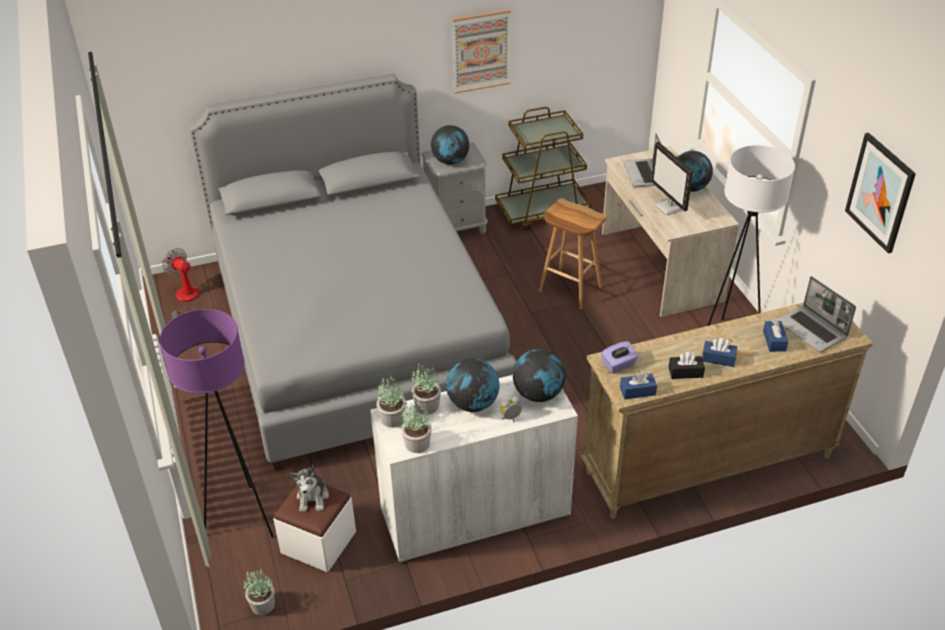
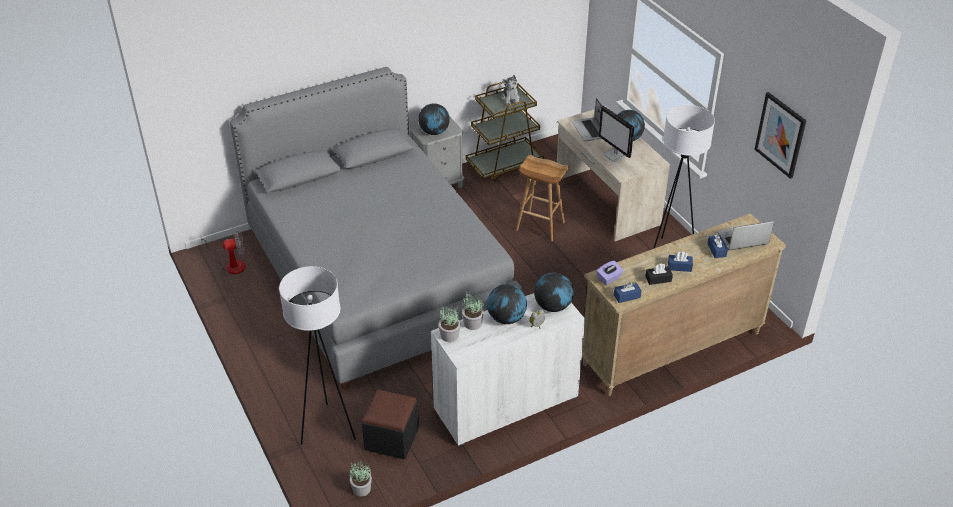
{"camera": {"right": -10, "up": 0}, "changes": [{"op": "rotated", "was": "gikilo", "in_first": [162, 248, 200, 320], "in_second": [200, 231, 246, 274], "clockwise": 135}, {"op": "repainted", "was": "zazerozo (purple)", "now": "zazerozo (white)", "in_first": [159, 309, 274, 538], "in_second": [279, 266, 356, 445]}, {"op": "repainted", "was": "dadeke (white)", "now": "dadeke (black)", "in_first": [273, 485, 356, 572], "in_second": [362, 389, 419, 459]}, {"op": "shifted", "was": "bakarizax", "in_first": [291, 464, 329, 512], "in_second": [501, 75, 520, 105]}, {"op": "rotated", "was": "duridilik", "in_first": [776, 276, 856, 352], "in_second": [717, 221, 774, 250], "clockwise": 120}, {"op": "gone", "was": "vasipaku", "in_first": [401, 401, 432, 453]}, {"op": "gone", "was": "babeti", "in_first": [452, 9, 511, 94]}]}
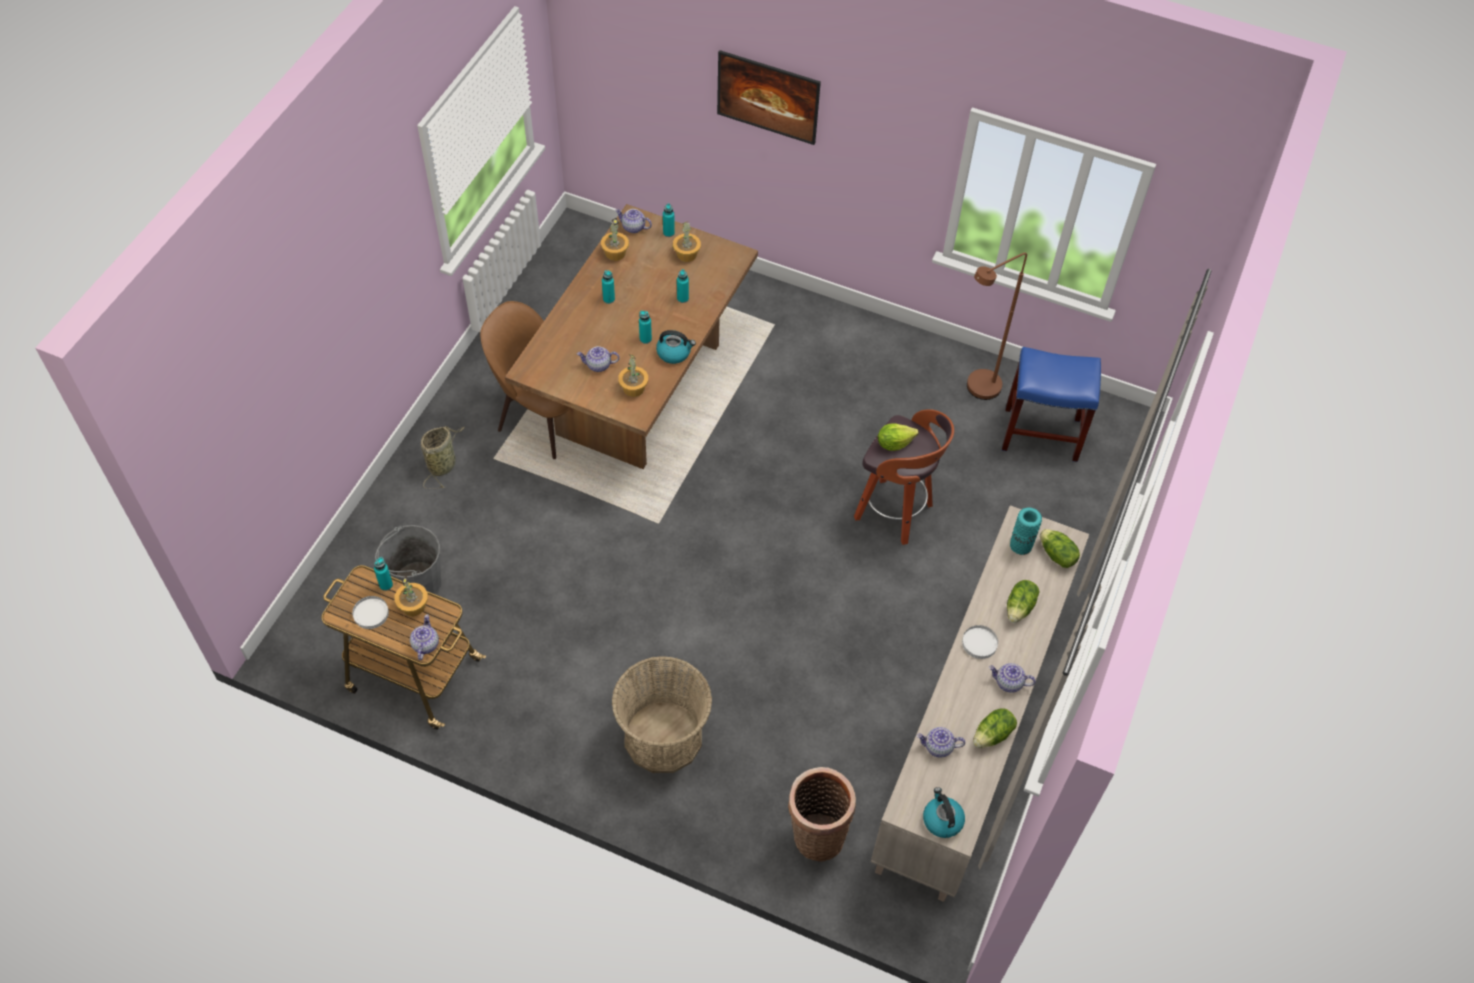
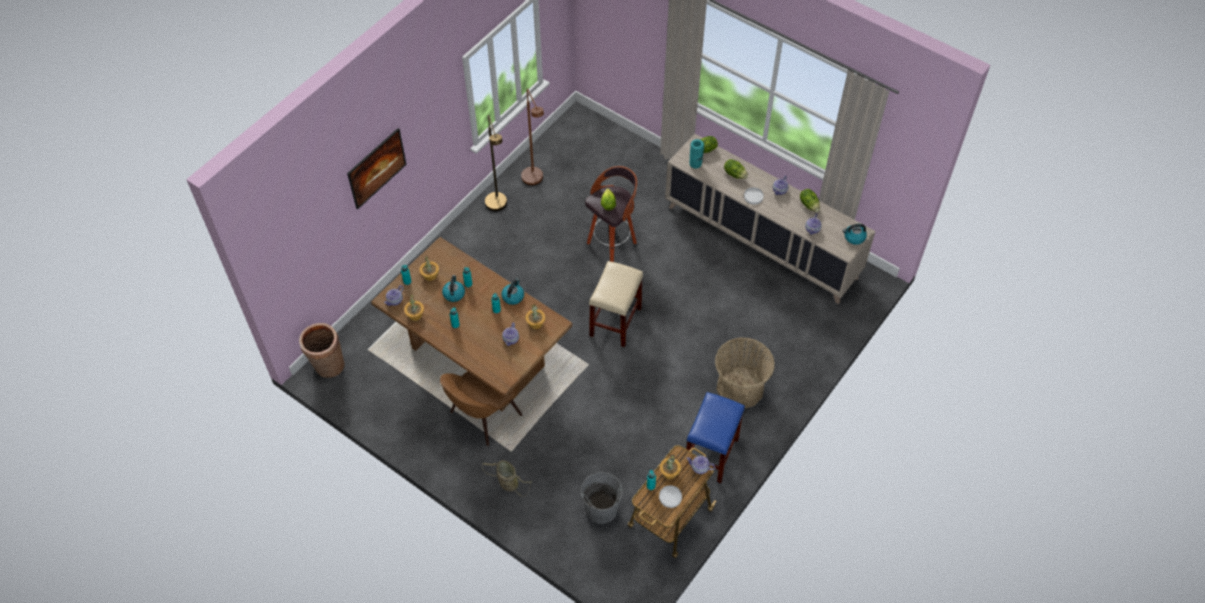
{"camera": {"right": -75, "up": 0}, "changes": [{"op": "shifted", "was": "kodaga", "in_first": [788, 767, 856, 861], "in_second": [299, 323, 345, 378]}, {"op": "new", "now": "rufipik", "in_second": [442, 275, 465, 302]}, {"op": "new", "now": "zazerozo (brown)", "in_second": [485, 115, 507, 211]}, {"op": "new", "now": "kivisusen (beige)", "in_second": [589, 261, 643, 347]}, {"op": "shifted", "was": "kivisusen (blue)", "in_first": [1002, 347, 1101, 462], "in_second": [684, 392, 745, 483]}]}
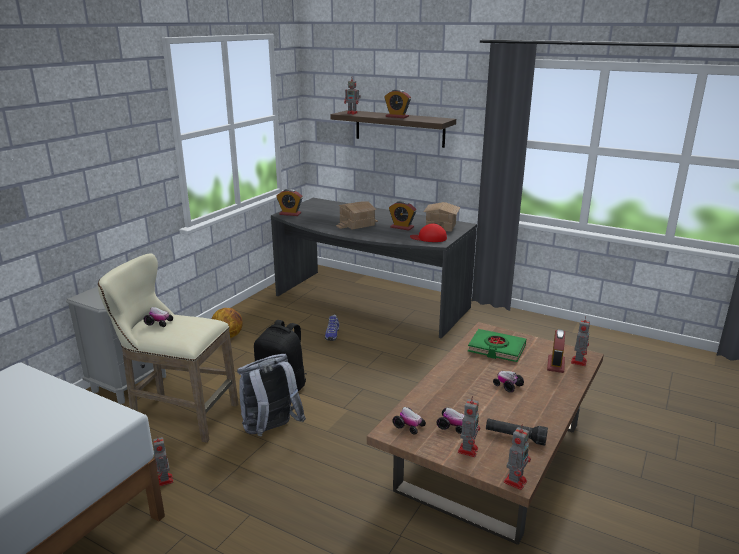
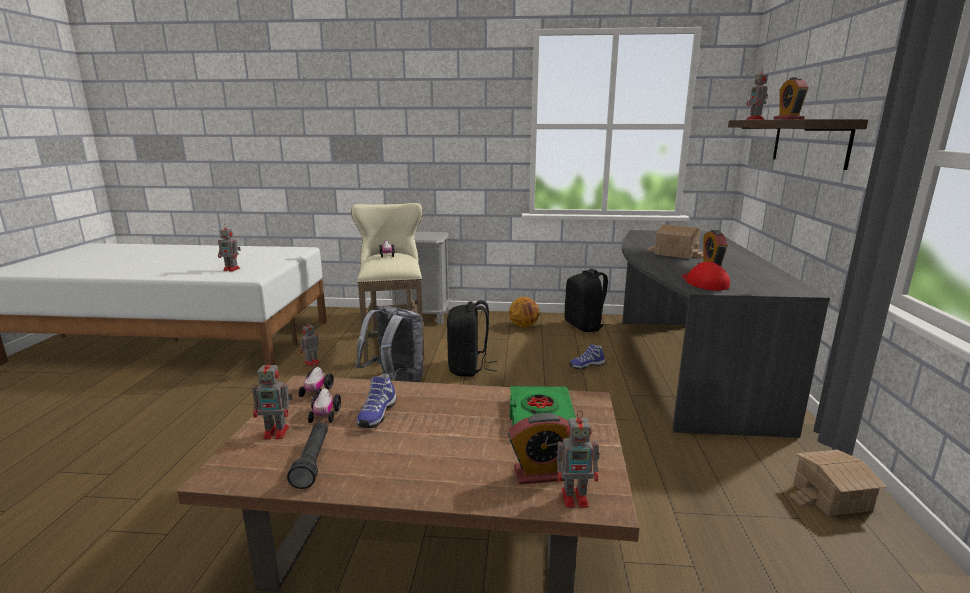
{"camera": {"right": 65, "up": -5}, "changes": [{"op": "shifted", "was": "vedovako", "in_first": [503, 424, 531, 490], "in_second": [218, 224, 241, 271]}, {"op": "new", "now": "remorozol", "in_second": [357, 374, 397, 428]}, {"op": "new", "now": "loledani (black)", "in_second": [565, 269, 610, 332]}, {"op": "shifted", "was": "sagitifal", "in_first": [423, 202, 461, 232], "in_second": [789, 450, 887, 516]}, {"op": "gone", "was": "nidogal", "in_first": [276, 189, 303, 216]}, {"op": "gone", "was": "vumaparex", "in_first": [493, 371, 524, 393]}]}
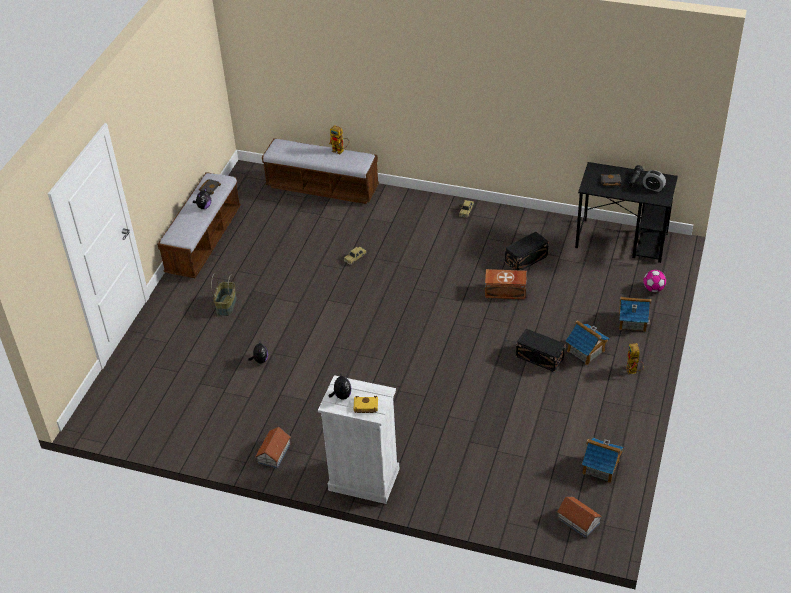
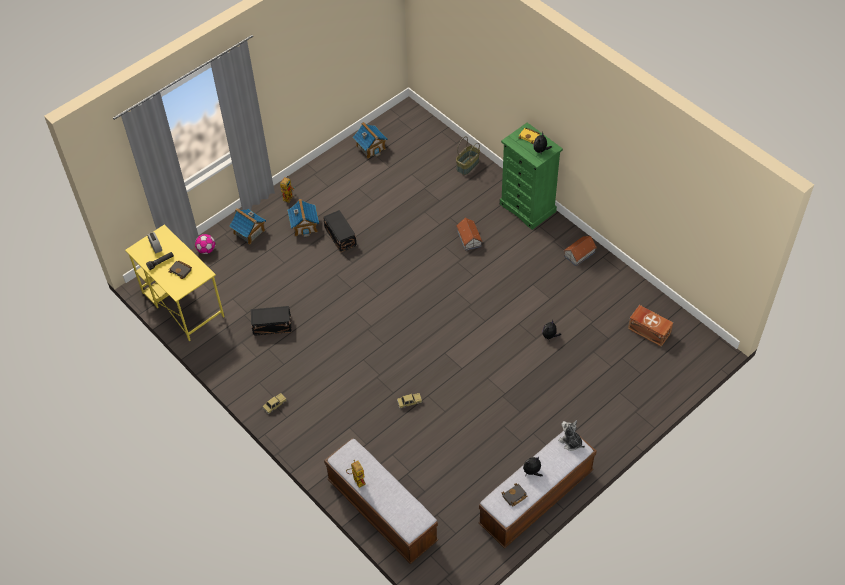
{"camera": {"right": -150, "up": 10}, "changes": [{"op": "repainted", "was": "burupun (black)", "now": "burupun (yellow)", "in_first": [575, 162, 678, 263], "in_second": [125, 225, 225, 341]}, {"op": "shifted", "was": "kodaga", "in_first": [211, 273, 237, 316], "in_second": [456, 136, 480, 175]}, {"op": "shifted", "was": "sagitifal", "in_first": [557, 496, 602, 538], "in_second": [456, 218, 483, 251]}, {"op": "repainted", "was": "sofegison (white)", "now": "sofegison (green)", "in_first": [318, 375, 399, 504], "in_second": [500, 123, 563, 230]}, {"op": "new", "now": "bakarizax", "in_second": [558, 420, 585, 451]}, {"op": "shifted", "was": "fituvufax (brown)", "in_first": [485, 269, 527, 299], "in_second": [628, 305, 673, 347]}]}
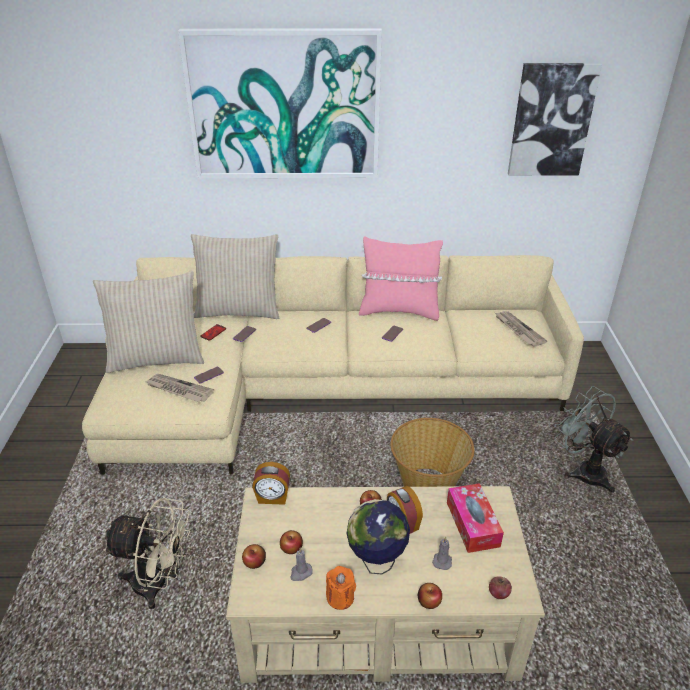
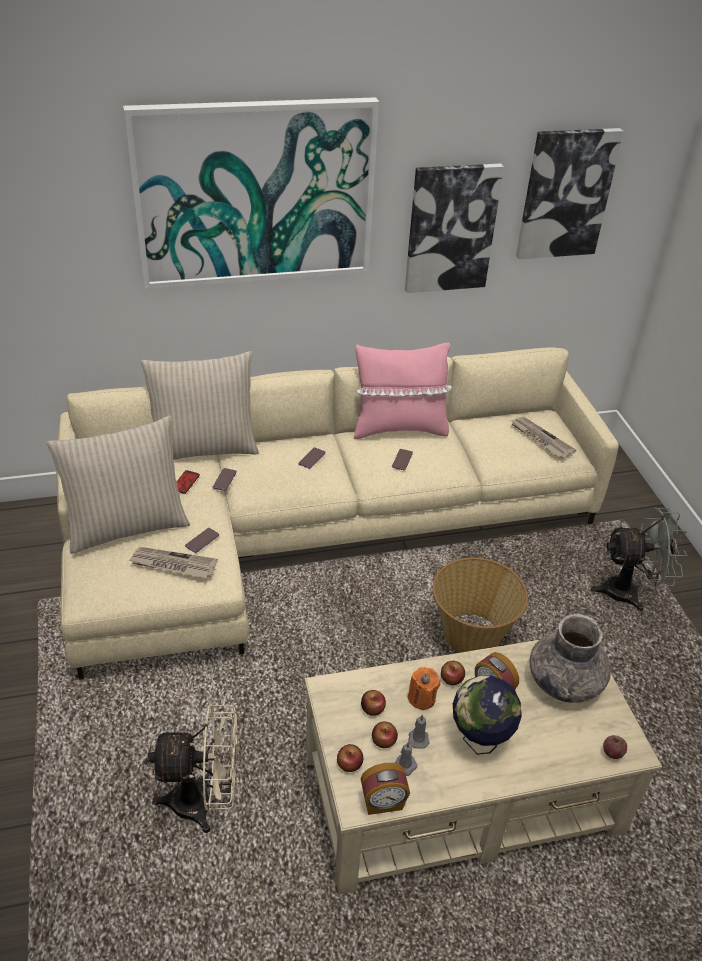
{"camera": {"right": -15, "up": 5}, "changes": [{"op": "shifted", "was": "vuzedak", "in_first": [418, 583, 442, 609], "in_second": [361, 690, 386, 716]}, {"op": "shifted", "was": "nidogal", "in_first": [252, 462, 290, 505], "in_second": [361, 763, 410, 815]}, {"op": "new", "now": "babeti", "in_second": [405, 163, 504, 293]}, {"op": "shifted", "was": "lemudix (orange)", "in_first": [326, 566, 356, 610], "in_second": [408, 667, 440, 710]}, {"op": "shifted", "was": "lemudix (grey)", "in_first": [432, 537, 452, 570], "in_second": [408, 714, 430, 749]}, {"op": "swapped", "was": "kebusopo", "now": "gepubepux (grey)", "in_first": [447, 483, 504, 553], "in_second": [530, 614, 611, 703]}, {"op": "rotated", "was": "gikilo (grey)", "in_first": [555, 386, 633, 493], "in_second": [591, 507, 688, 611], "clockwise": 135}]}
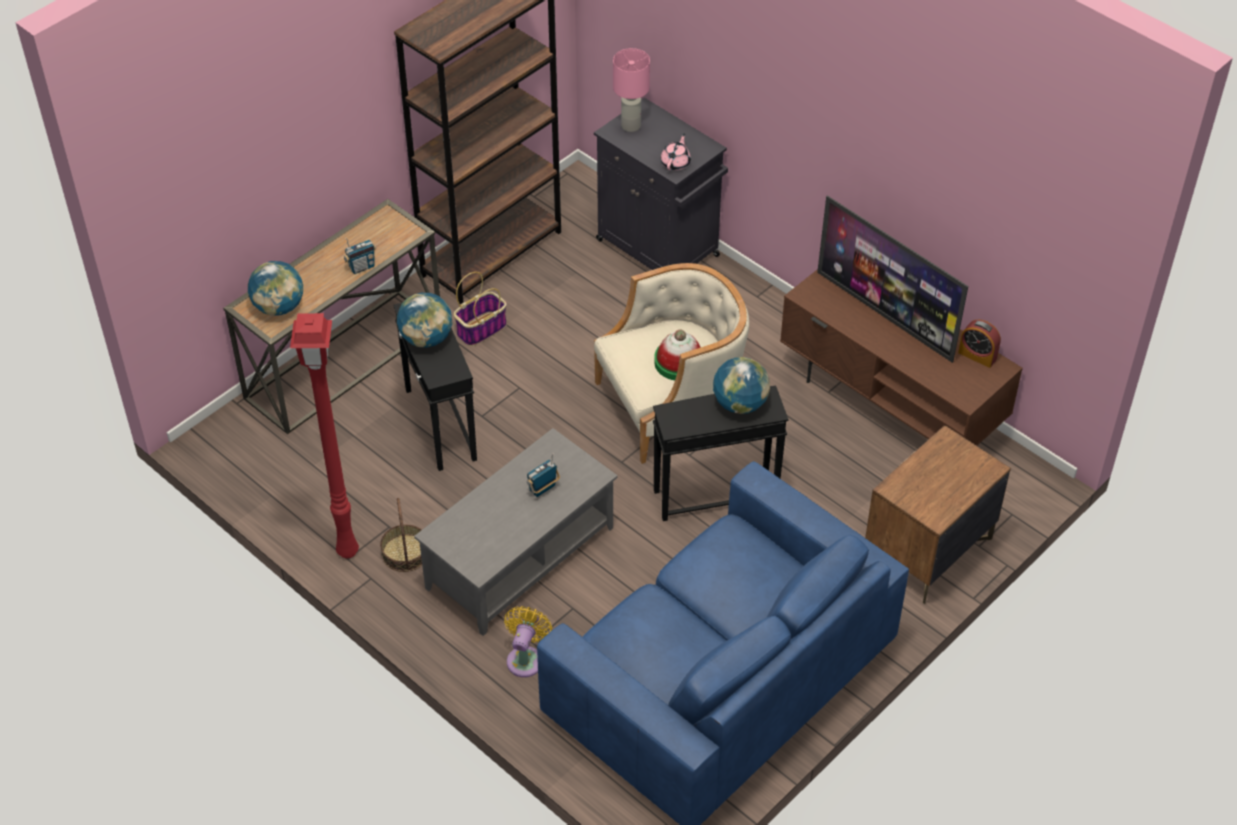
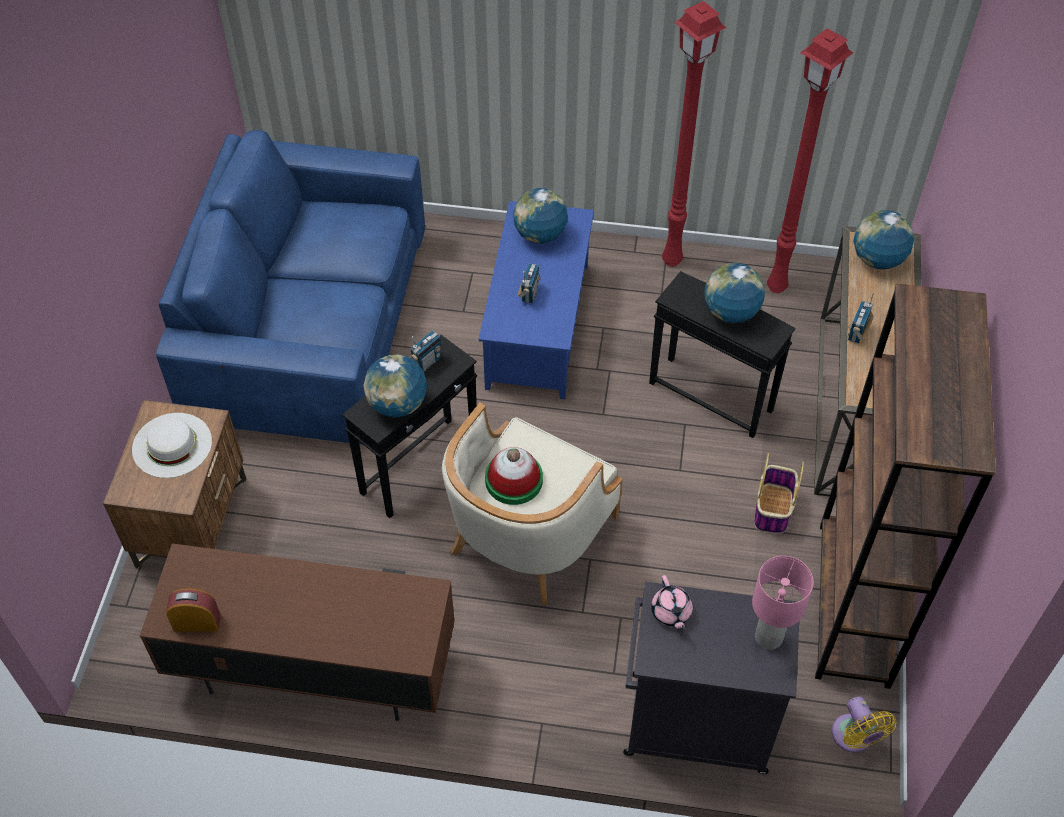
{"camera": {"right": 145, "up": 5}, "changes": [{"op": "new", "now": "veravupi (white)", "in_second": [132, 413, 212, 478]}, {"op": "new", "now": "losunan", "in_second": [409, 331, 441, 372]}, {"op": "repainted", "was": "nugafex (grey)", "now": "nugafex (blue)", "in_first": [414, 428, 618, 636], "in_second": [479, 201, 594, 399]}, {"op": "new", "now": "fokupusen", "in_second": [513, 188, 568, 244]}, {"op": "new", "now": "zazerozo (red)", "in_second": [767, 28, 854, 293]}, {"op": "shifted", "was": "gikilo (yellow)", "in_first": [504, 606, 552, 677], "in_second": [832, 696, 897, 753]}, {"op": "gone", "was": "kodaga", "in_first": [380, 498, 422, 572]}, {"op": "gone", "was": "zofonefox", "in_first": [817, 195, 968, 363]}]}
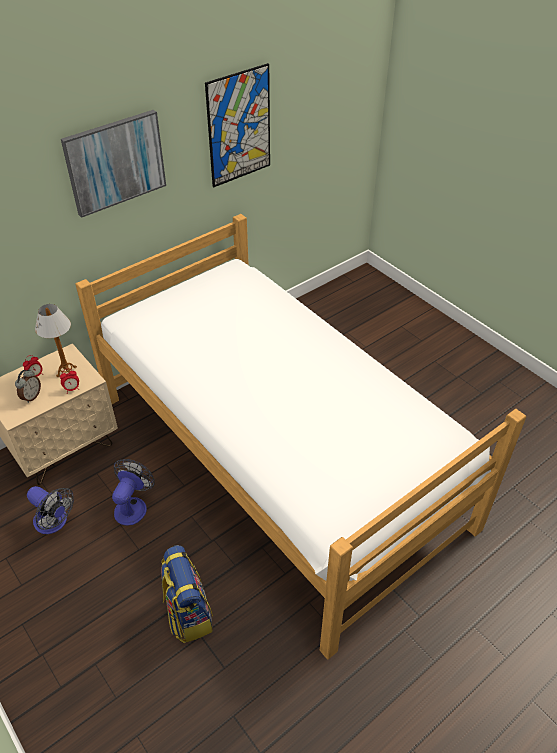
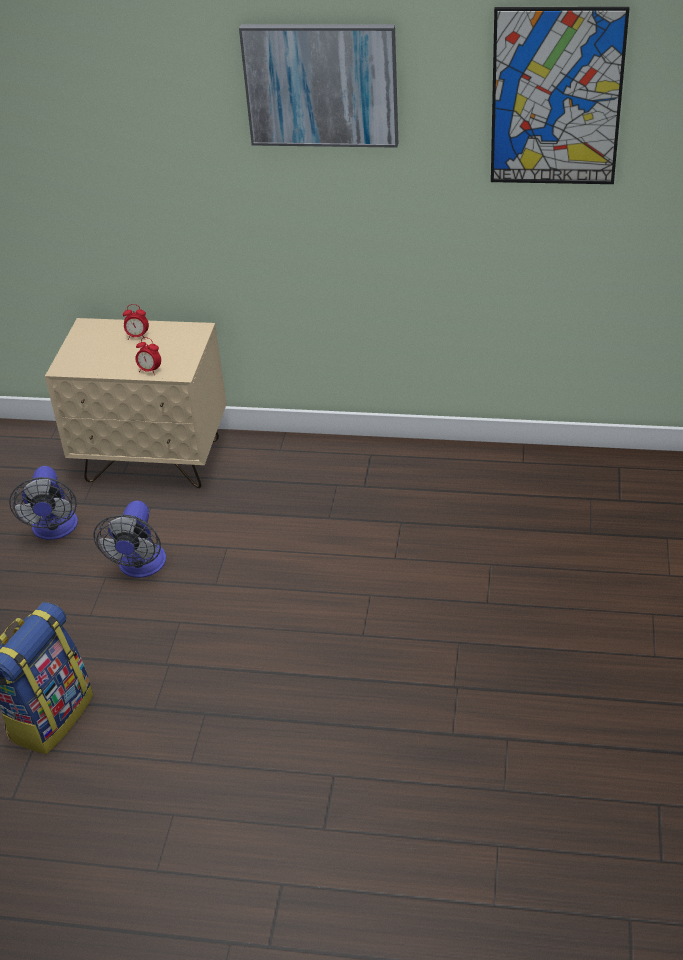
{"camera": {"right": 50, "up": -5}, "changes": [{"op": "rotated", "was": "gikilo", "in_first": [112, 459, 155, 526], "in_second": [93, 500, 166, 578], "clockwise": 120}, {"op": "gone", "was": "nidogal", "in_first": [15, 369, 41, 403]}, {"op": "gone", "was": "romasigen", "in_first": [35, 304, 77, 377]}, {"op": "gone", "was": "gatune", "in_first": [75, 214, 526, 659]}]}
